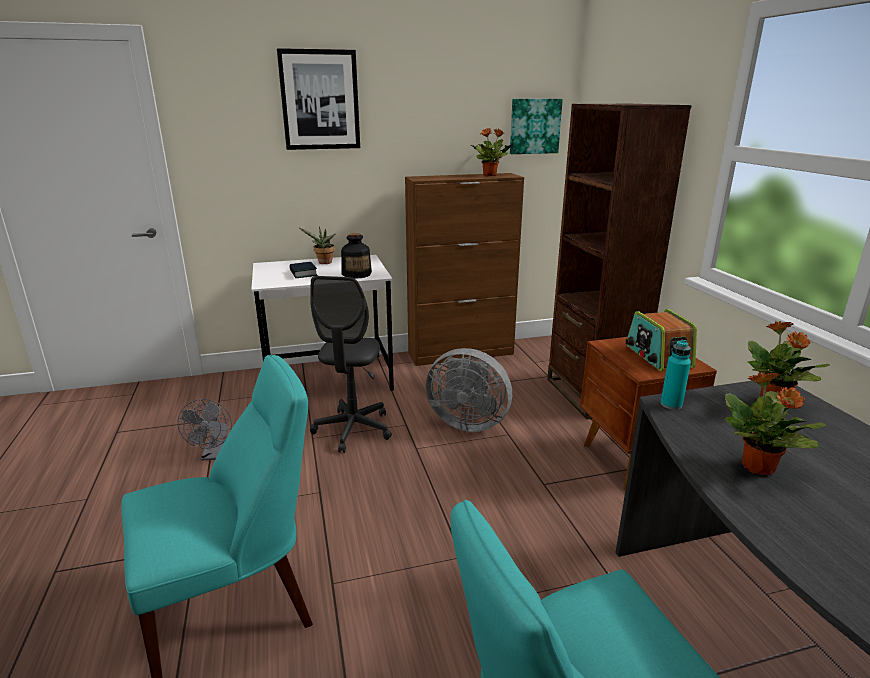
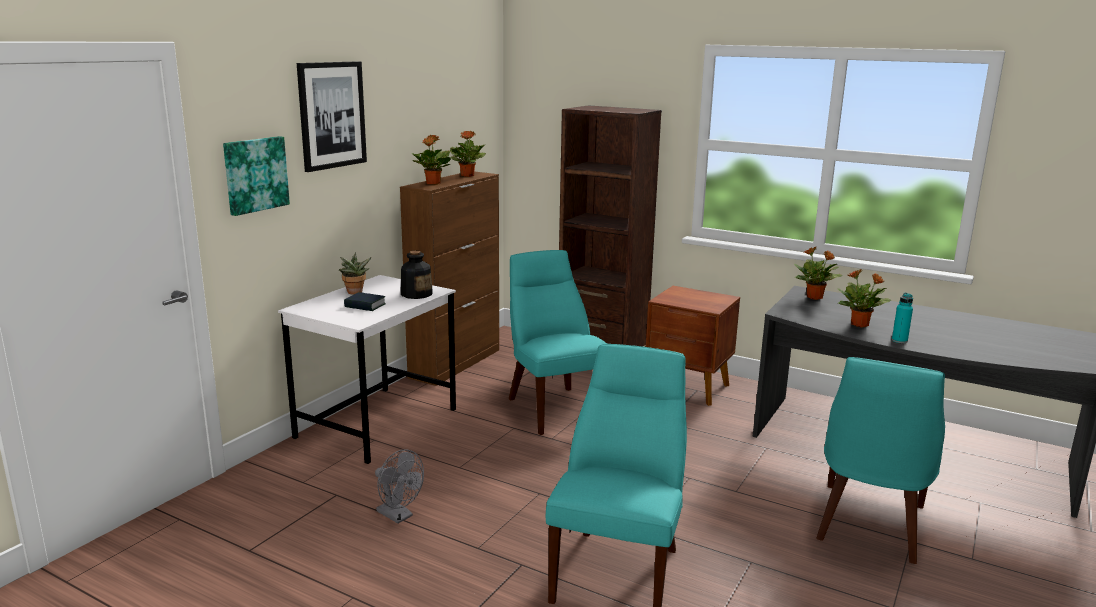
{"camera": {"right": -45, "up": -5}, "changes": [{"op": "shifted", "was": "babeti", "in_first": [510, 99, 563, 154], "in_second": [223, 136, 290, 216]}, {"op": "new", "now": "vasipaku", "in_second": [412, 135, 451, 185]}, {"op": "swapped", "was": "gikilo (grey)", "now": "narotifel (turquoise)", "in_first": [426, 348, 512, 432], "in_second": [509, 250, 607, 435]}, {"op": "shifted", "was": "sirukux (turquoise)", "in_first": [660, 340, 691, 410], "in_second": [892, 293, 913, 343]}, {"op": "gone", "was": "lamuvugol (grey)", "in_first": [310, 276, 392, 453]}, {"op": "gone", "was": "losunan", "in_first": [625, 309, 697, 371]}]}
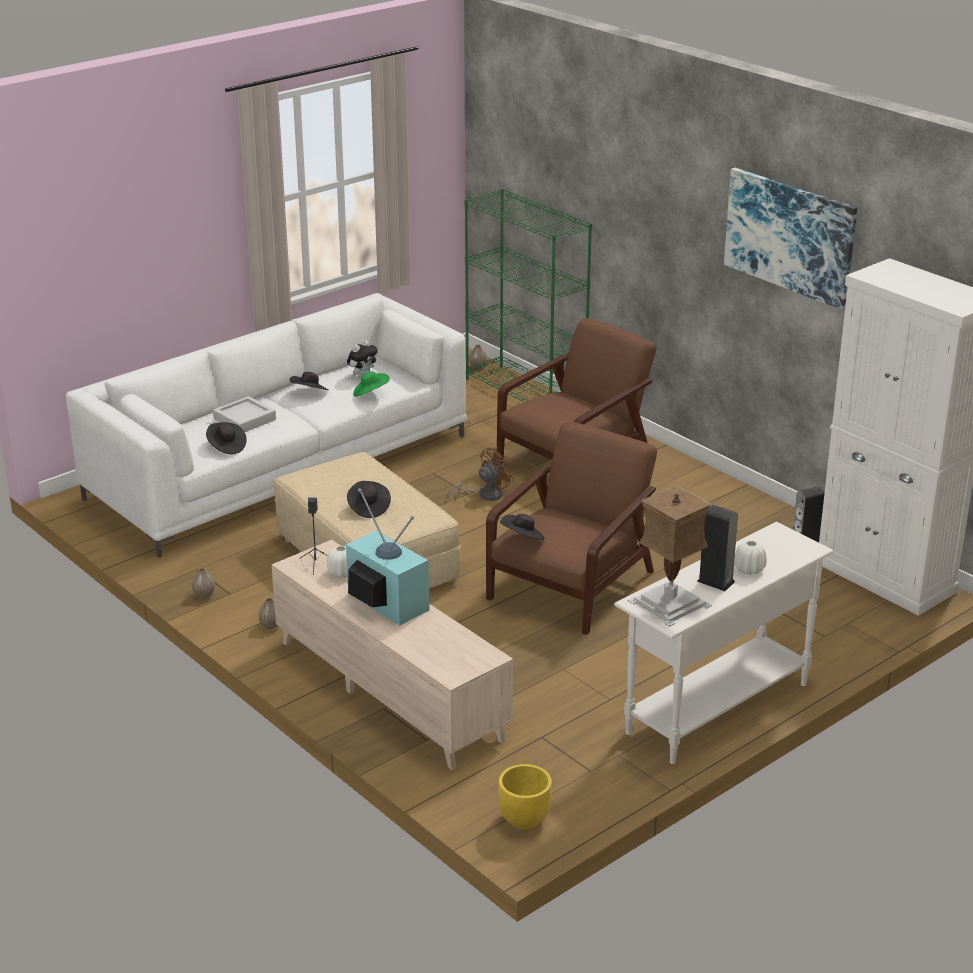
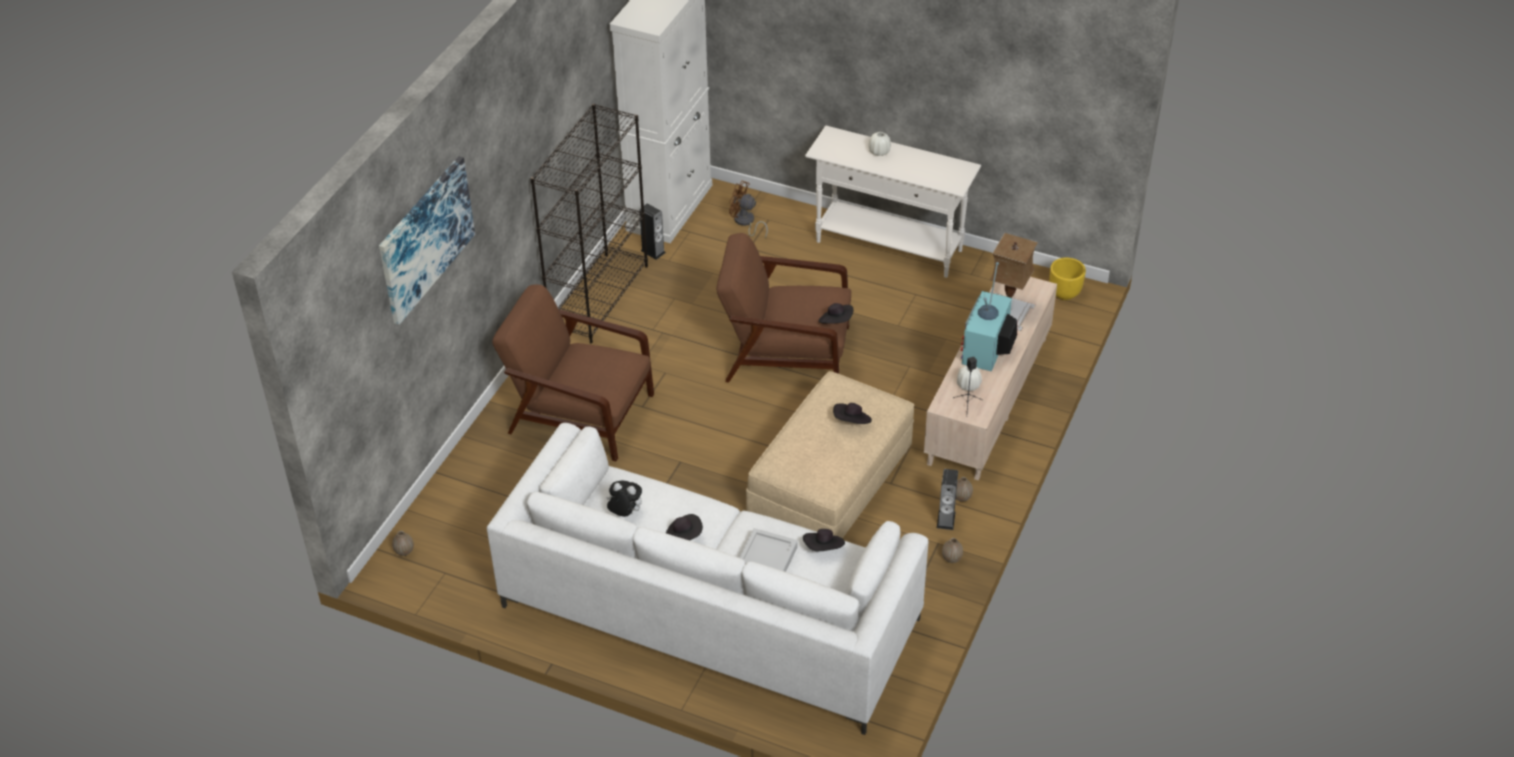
{"camera": {"right": -115, "up": 15}, "changes": [{"op": "shifted", "was": "babeti", "in_first": [724, 168, 857, 310], "in_second": [379, 156, 475, 325]}, {"op": "new", "now": "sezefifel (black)", "in_second": [530, 104, 648, 343]}, {"op": "shifted", "was": "gikilo (brown)", "in_first": [447, 447, 514, 501], "in_second": [729, 181, 768, 239]}, {"op": "shifted", "was": "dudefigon", "in_first": [697, 505, 738, 591], "in_second": [937, 469, 958, 530]}, {"op": "shifted", "was": "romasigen", "in_first": [628, 485, 712, 627], "in_second": [990, 233, 1038, 331]}, {"op": "gone", "was": "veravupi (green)", "in_first": [353, 371, 390, 397]}, {"op": "gone", "was": "sezefifel (green)", "in_first": [464, 189, 592, 402]}]}
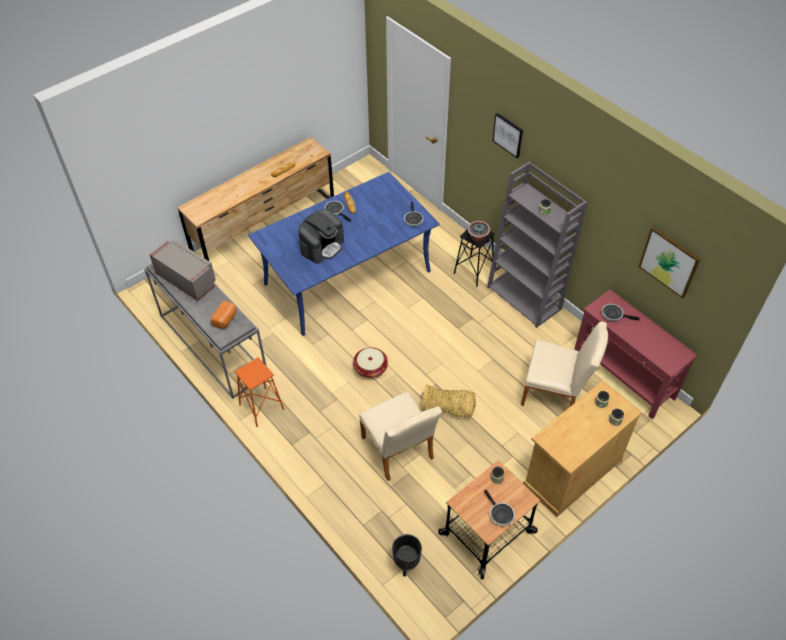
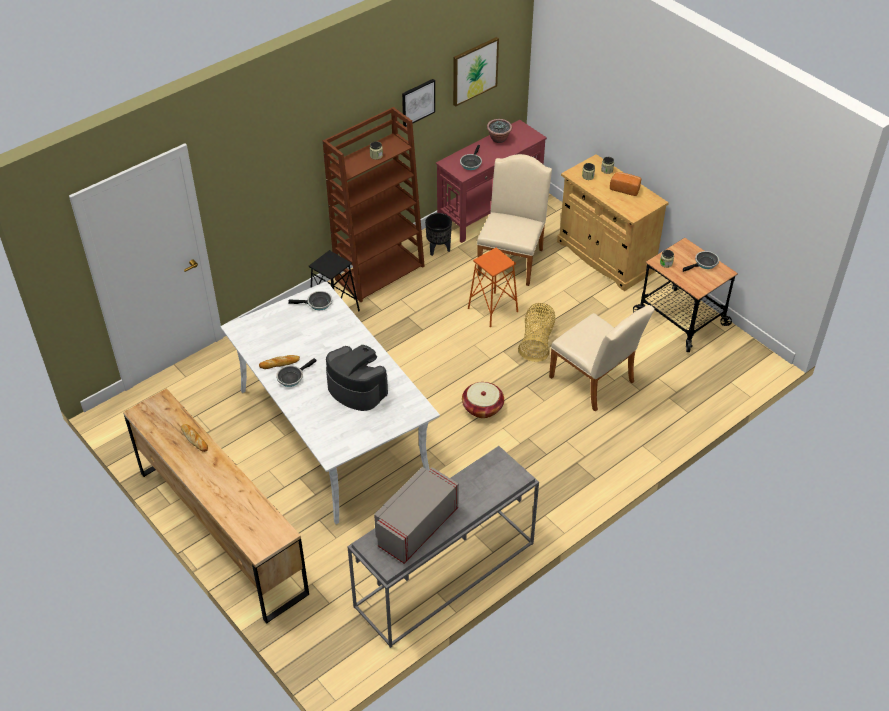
{"camera": {"right": -90, "up": -5}, "changes": [{"op": "repainted", "was": "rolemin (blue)", "now": "rolemin (white)", "in_first": [248, 172, 440, 336], "in_second": [221, 281, 440, 524]}, {"op": "repainted", "was": "sezefifel (grey)", "now": "sezefifel (brown)", "in_first": [487, 161, 587, 328], "in_second": [323, 107, 425, 302]}, {"op": "shifted", "was": "babeti", "in_first": [493, 113, 523, 158], "in_second": [402, 79, 435, 127]}, {"op": "shifted", "was": "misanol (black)", "in_first": [392, 534, 422, 577], "in_second": [425, 213, 452, 256]}, {"op": "shifted", "was": "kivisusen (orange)", "in_first": [235, 357, 284, 427], "in_second": [468, 248, 518, 328]}, {"op": "shifted", "was": "vasipaku", "in_first": [468, 221, 490, 243], "in_second": [487, 119, 512, 143]}, {"op": "rotated", "was": "narotifel (beige)", "in_first": [359, 392, 442, 481], "in_second": [549, 305, 655, 411], "clockwise": 75}, {"op": "shifted", "was": "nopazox", "in_first": [210, 300, 237, 329], "in_second": [610, 172, 641, 196]}]}
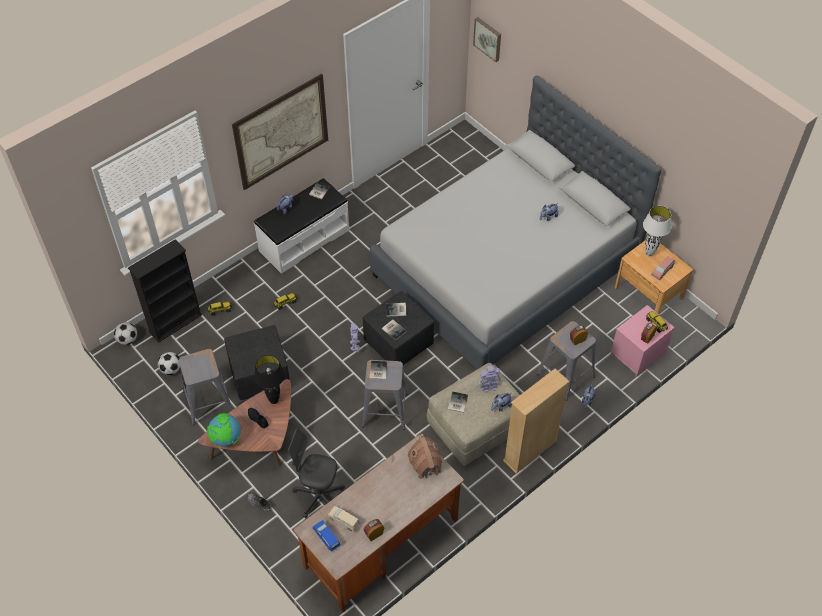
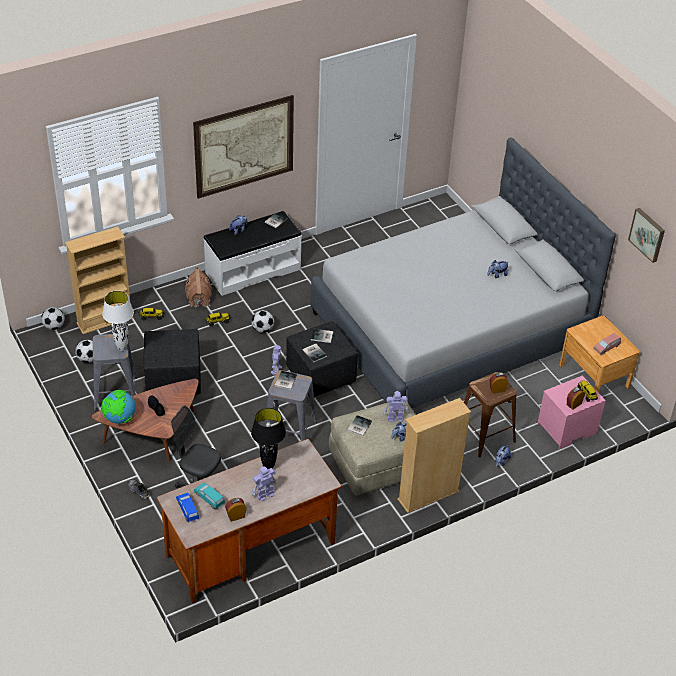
{"camera": {"right": 10, "up": -10}, "changes": [{"op": "repainted", "was": "sezefifel (black)", "now": "sezefifel (beige)", "in_first": [128, 239, 202, 343], "in_second": [65, 226, 133, 334]}, {"op": "shifted", "was": "romasigen (white)", "in_first": [643, 206, 671, 256], "in_second": [102, 291, 134, 351]}, {"op": "shifted", "was": "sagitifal", "in_first": [408, 434, 442, 479], "in_second": [185, 266, 212, 308]}, {"op": "repainted", "was": "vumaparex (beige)", "now": "vumaparex (turquoise)", "in_first": [327, 506, 360, 532], "in_second": [194, 483, 225, 509]}, {"op": "new", "now": "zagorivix", "in_second": [251, 310, 274, 333]}, {"op": "shifted", "was": "romasigen (black)", "in_first": [254, 355, 285, 404], "in_second": [251, 408, 286, 469]}, {"op": "new", "now": "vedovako", "in_second": [251, 466, 276, 501]}, {"op": "repainted", "was": "kivisusen (grey)", "now": "kivisusen (brown)", "in_first": [536, 321, 596, 401], "in_second": [464, 372, 517, 457]}, {"op": "shifted", "was": "babeti", "in_first": [473, 17, 501, 62], "in_second": [628, 208, 665, 263]}]}
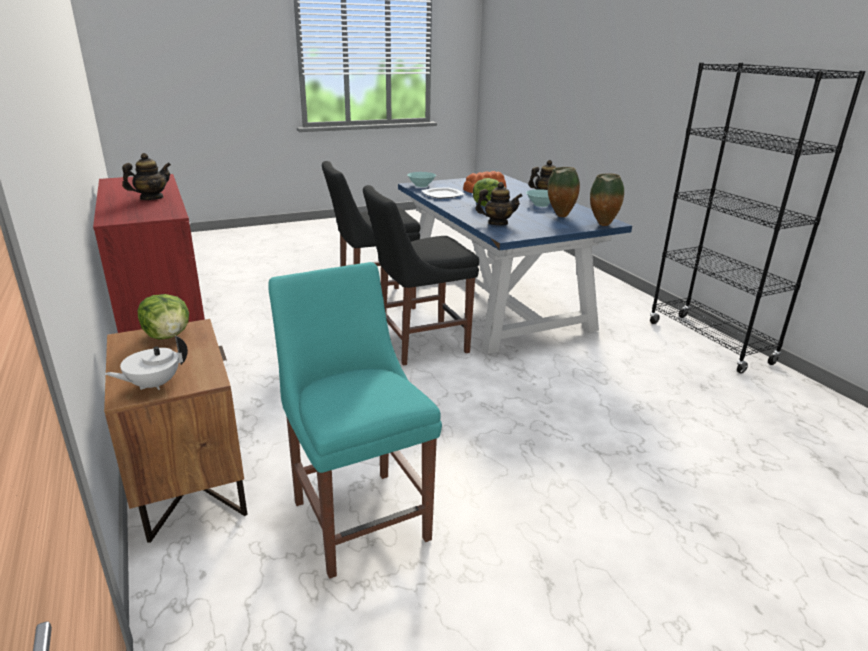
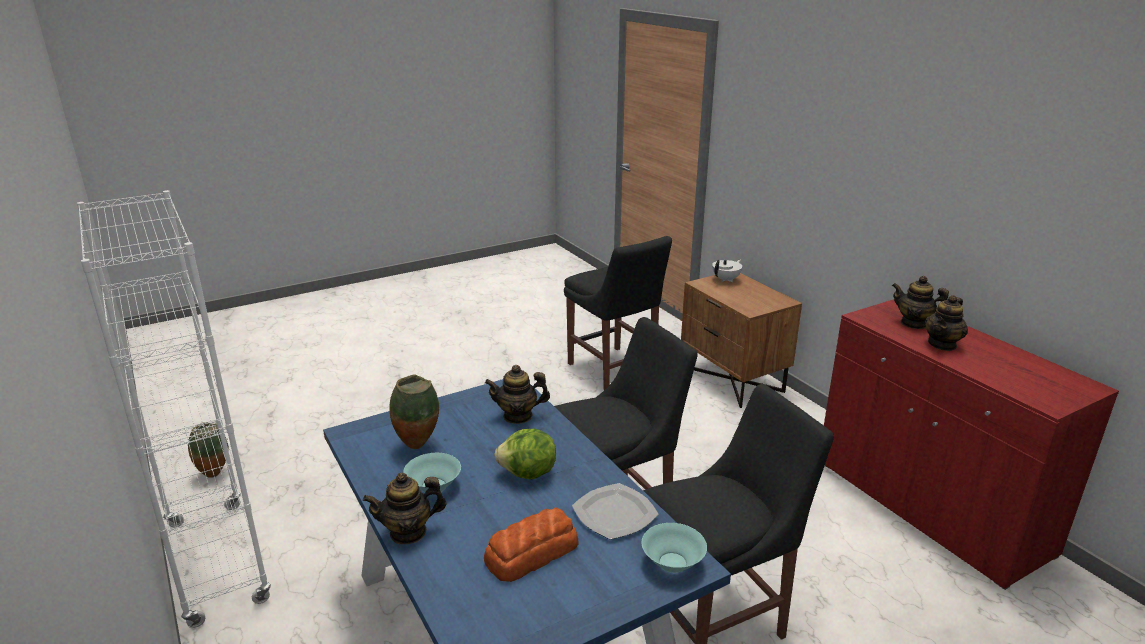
{"camera": {"right": 175, "up": 0}, "changes": [{"op": "repainted", "was": "sezefifel (black)", "now": "sezefifel (white)", "in_first": [650, 62, 865, 373], "in_second": [77, 190, 271, 628]}, {"op": "shifted", "was": "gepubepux", "in_first": [590, 173, 624, 226], "in_second": [188, 422, 229, 477]}, {"op": "repainted", "was": "narotifel (turquoise)", "now": "narotifel (black)", "in_first": [268, 262, 442, 579], "in_second": [564, 236, 672, 390]}, {"op": "new", "now": "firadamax", "in_second": [892, 276, 949, 329]}, {"op": "gone", "was": "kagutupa", "in_first": [138, 294, 189, 340]}]}
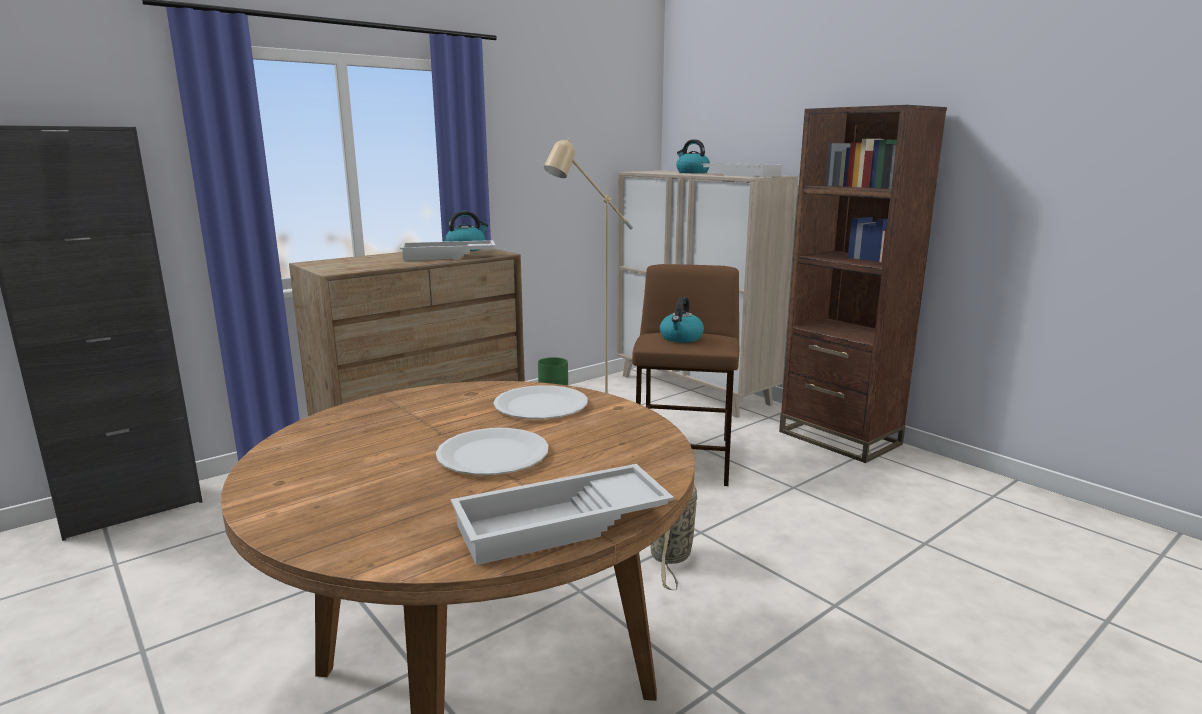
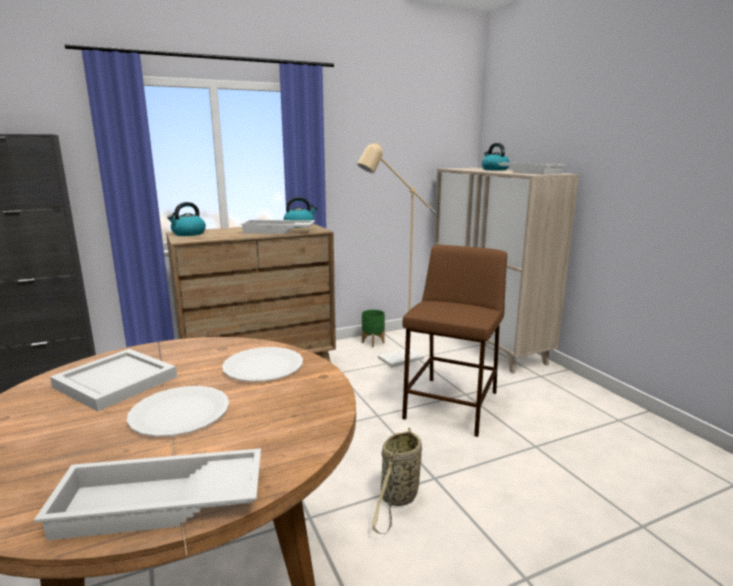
{"camera": {"right": 15, "up": 0}, "changes": [{"op": "new", "now": "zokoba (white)", "in_second": [50, 349, 177, 411]}, {"op": "shifted", "was": "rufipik", "in_first": [660, 297, 704, 343], "in_second": [167, 202, 206, 236]}, {"op": "gone", "was": "sezefifel (brown)", "in_first": [779, 105, 947, 463]}]}
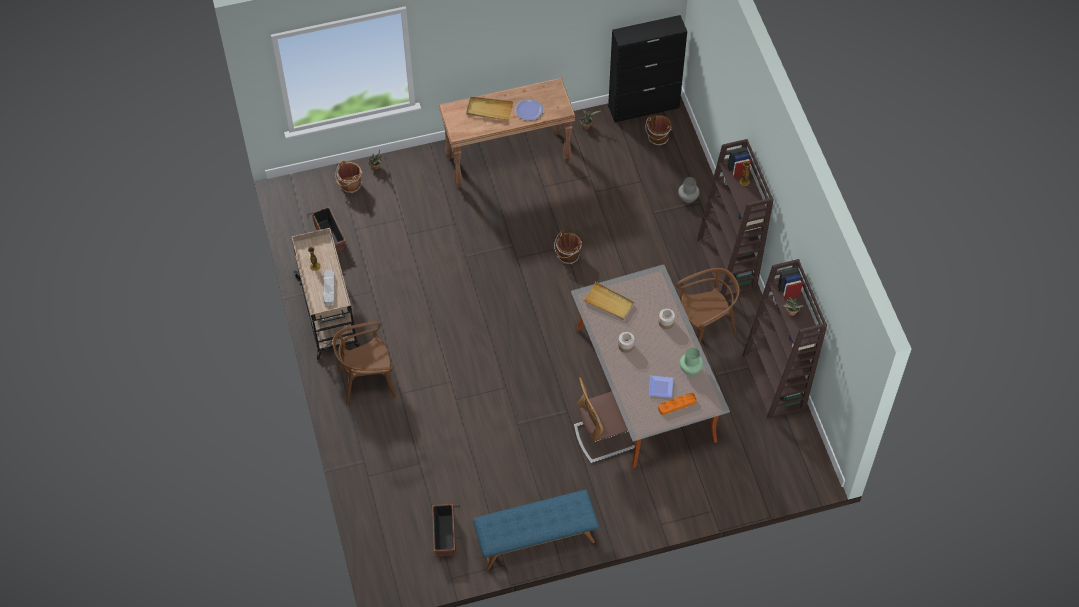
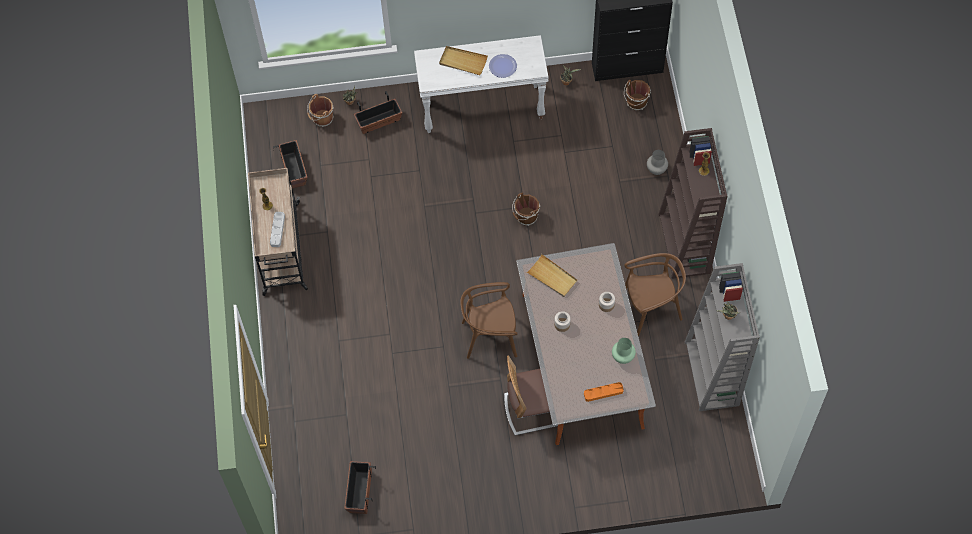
{"camera": {"right": 10, "up": 5}, "changes": [{"op": "new", "now": "misanol", "in_second": [354, 91, 402, 134]}, {"op": "repainted", "was": "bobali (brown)", "now": "bobali (white)", "in_first": [439, 78, 575, 188], "in_second": [414, 35, 548, 133]}, {"op": "shifted", "was": "narotifel (brown)", "in_first": [332, 322, 397, 405], "in_second": [460, 282, 517, 359]}, {"op": "repainted", "was": "sezefifel (brown)", "now": "sezefifel (grey)", "in_first": [742, 259, 827, 419], "in_second": [685, 263, 760, 411]}, {"op": "gone", "was": "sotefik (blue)", "in_first": [473, 490, 599, 570]}, {"op": "gone", "was": "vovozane", "in_first": [649, 375, 674, 398]}]}
